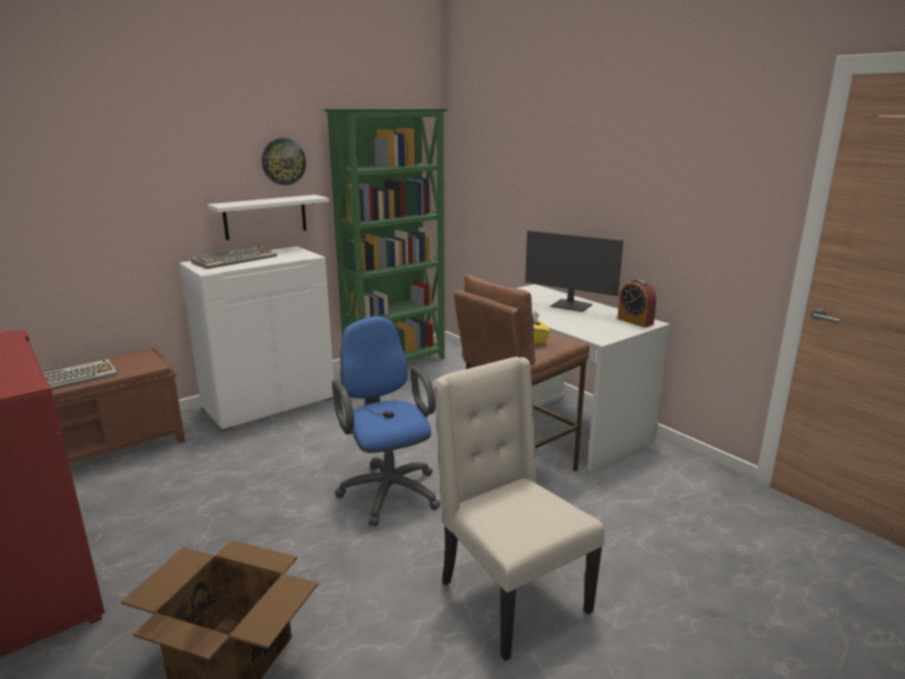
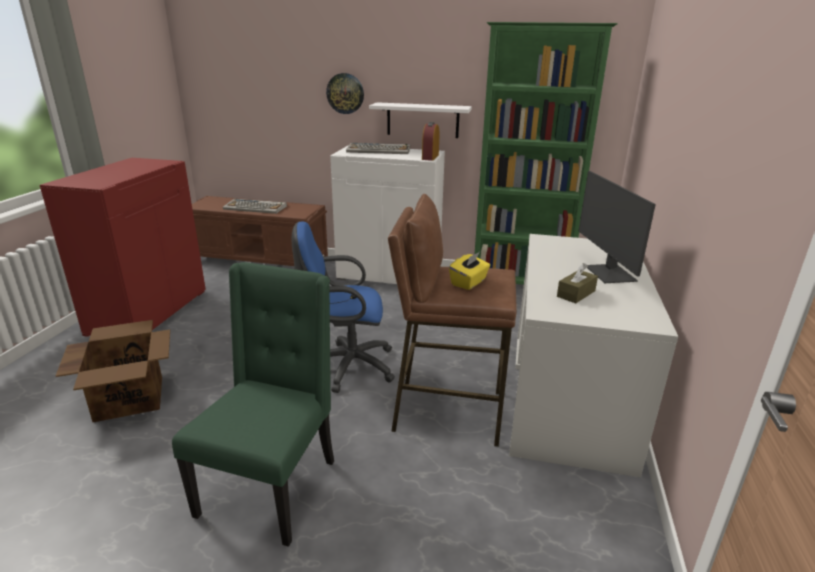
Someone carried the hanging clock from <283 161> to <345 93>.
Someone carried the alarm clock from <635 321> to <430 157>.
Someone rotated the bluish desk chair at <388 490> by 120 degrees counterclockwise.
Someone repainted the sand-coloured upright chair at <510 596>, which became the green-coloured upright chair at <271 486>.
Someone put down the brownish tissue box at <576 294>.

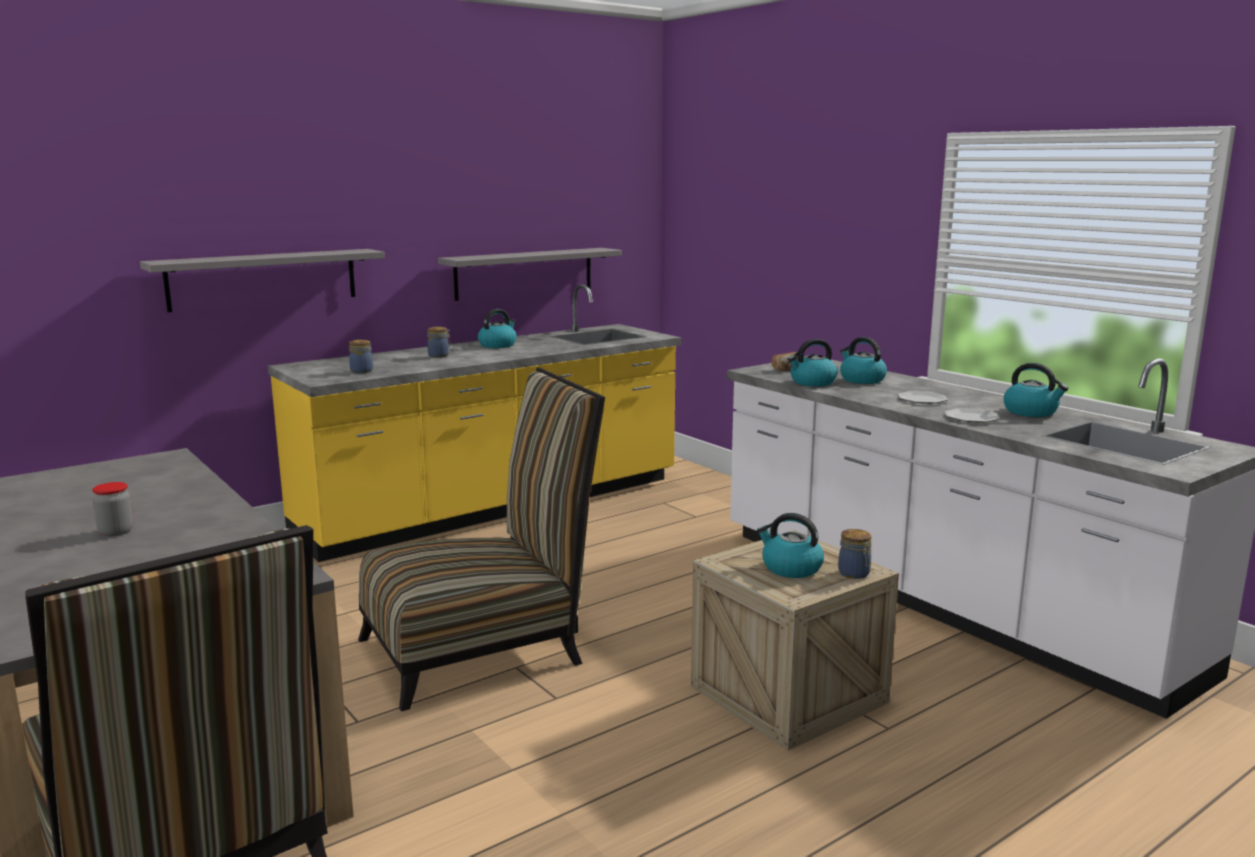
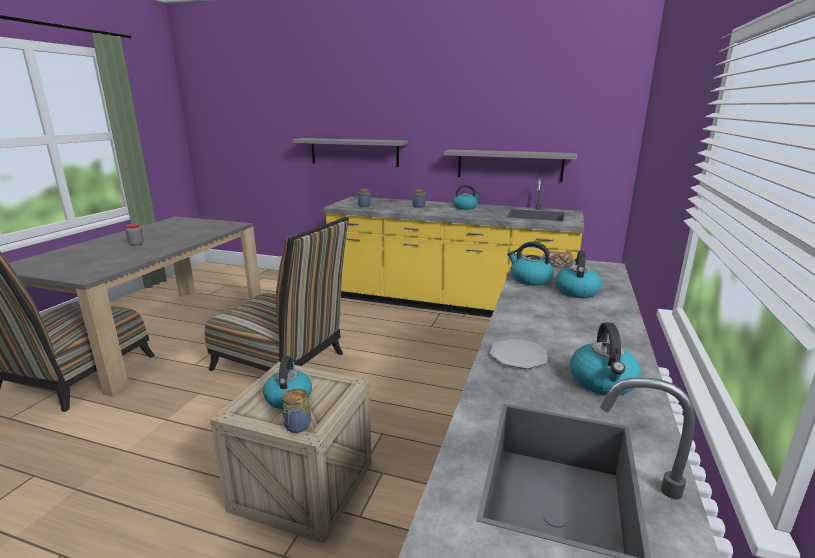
Someone took away the dinner plate at <922 400>.

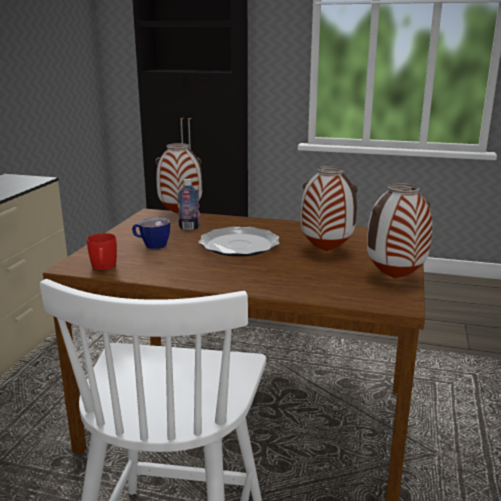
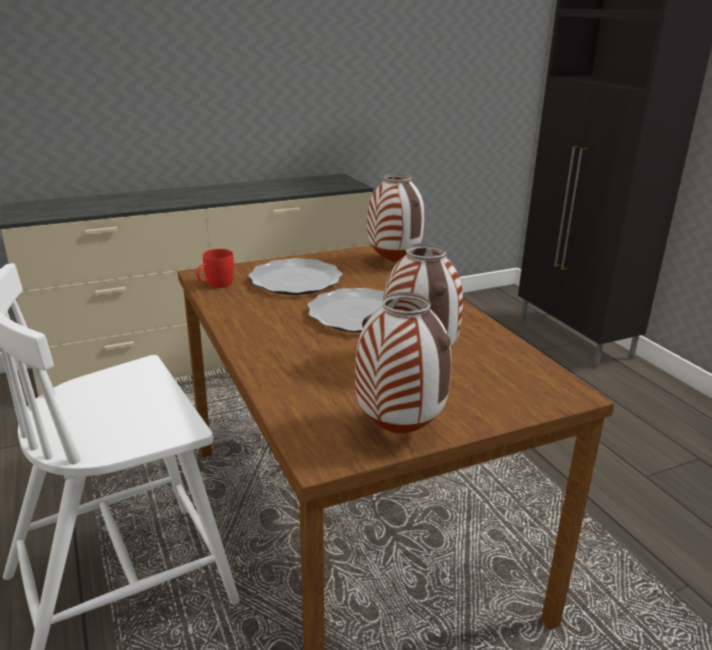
Someone took away the bottle at <189 228>.
Someone swapped the cup at <151 244> for the dinner plate at <295 280>.

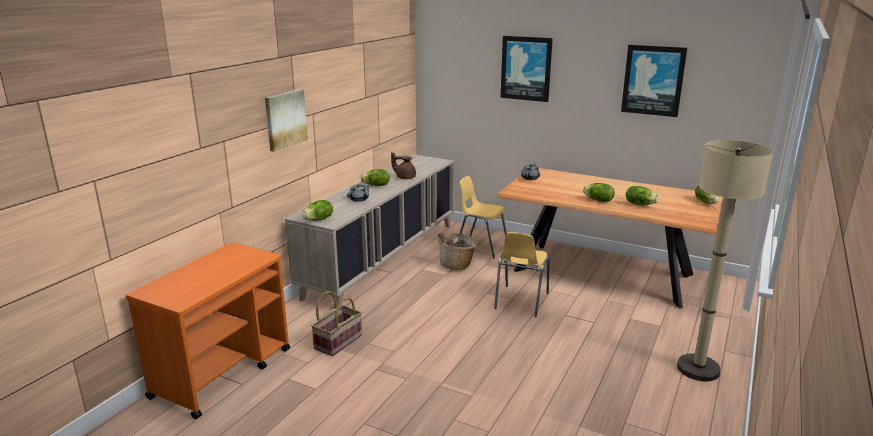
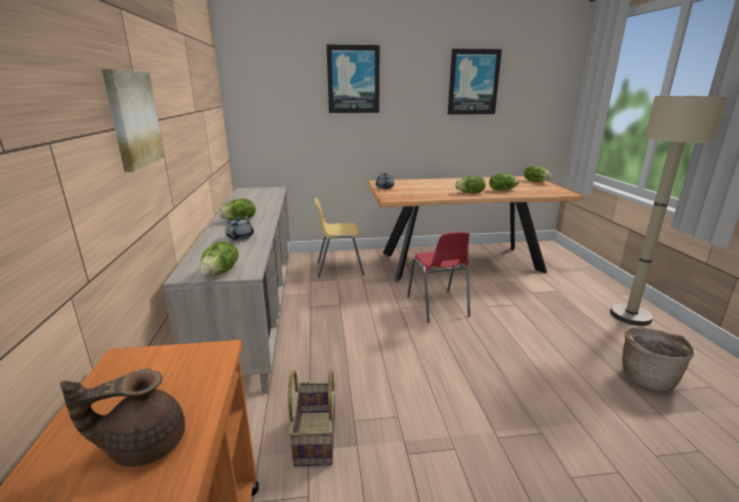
Someone carried the brownish pot for tea from <405 177> to <144 444>.
Someone repainted the yellow upright chair at <520 301>, which became the red-coloured upright chair at <438 306>.
Someone carried the storage basket from <457 265> to <647 377>.

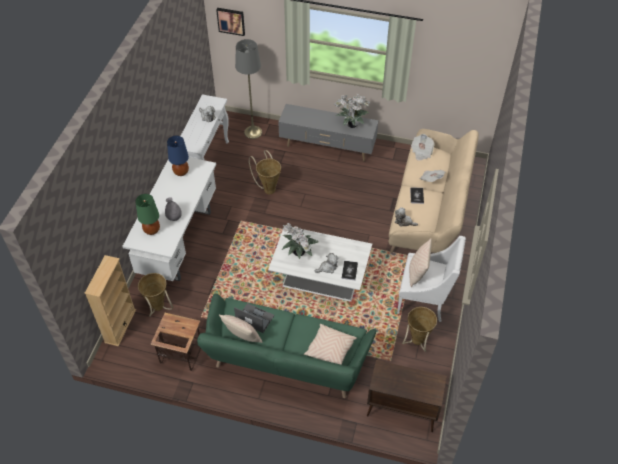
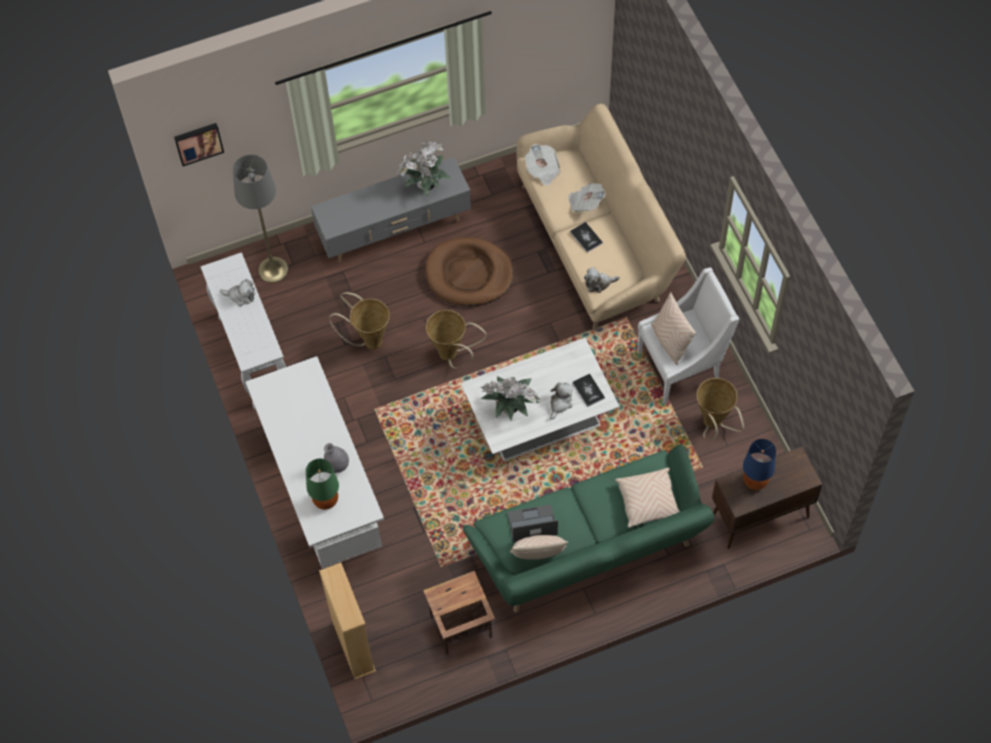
Someone carried the bluish lamp for a table from <181 172> to <755 481>.
Someone carried the storage basket from <158 308> to <452 355>.
Someone put down the brownish dog cushion at <469 274>.

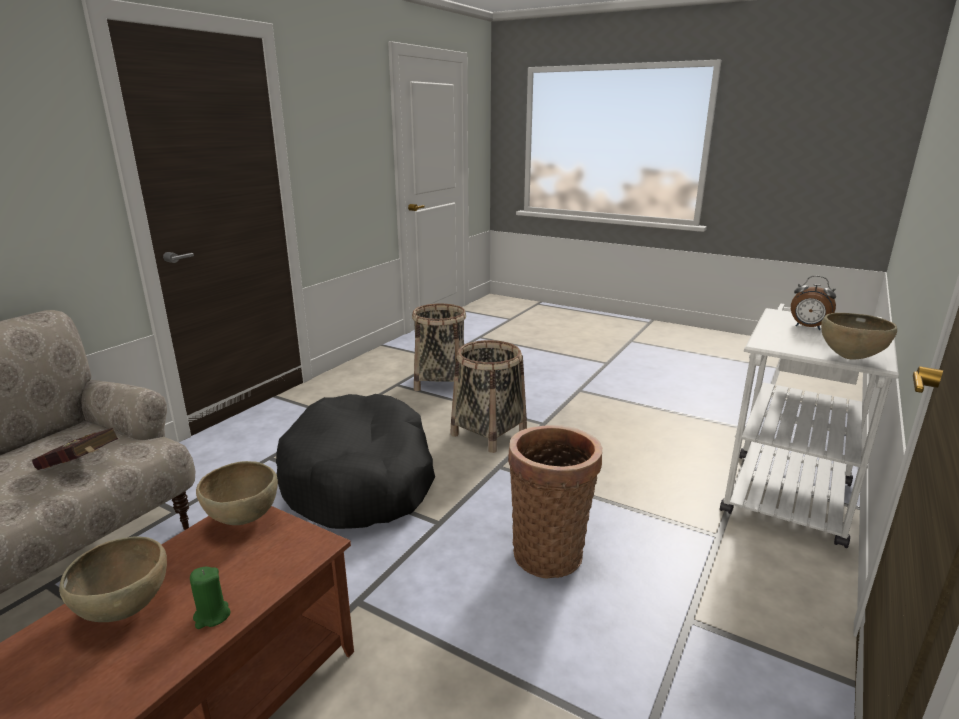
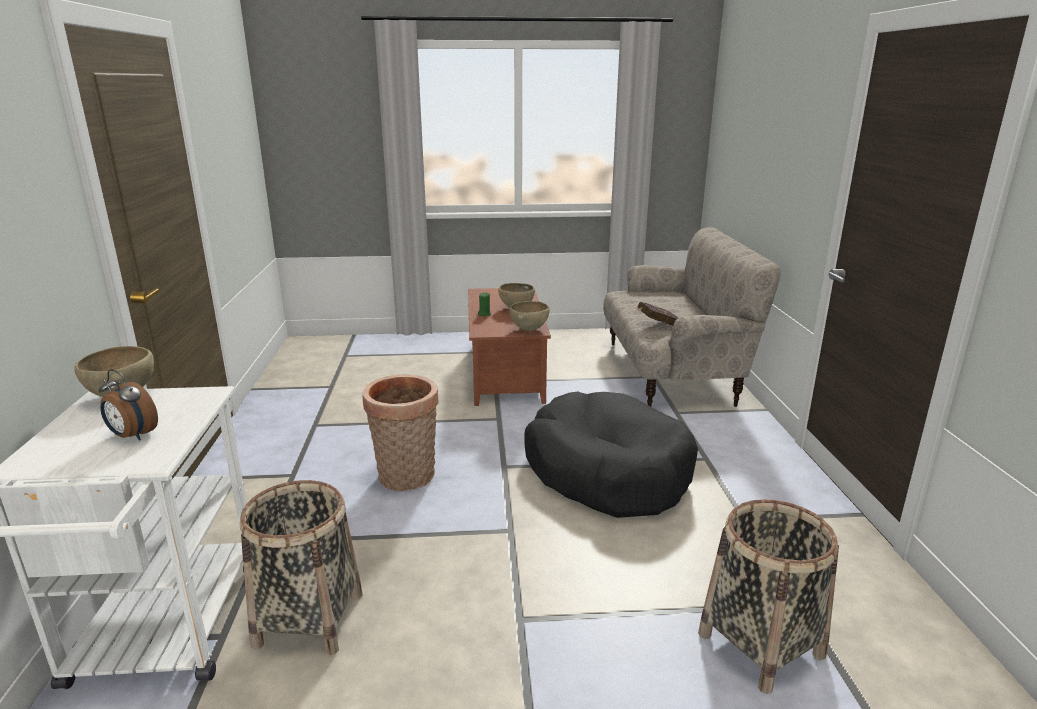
Someone rotated the alarm clock at <807 327> by 150 degrees counterclockwise.
Someone carried the storage basket from <489 433> to <308 619>.

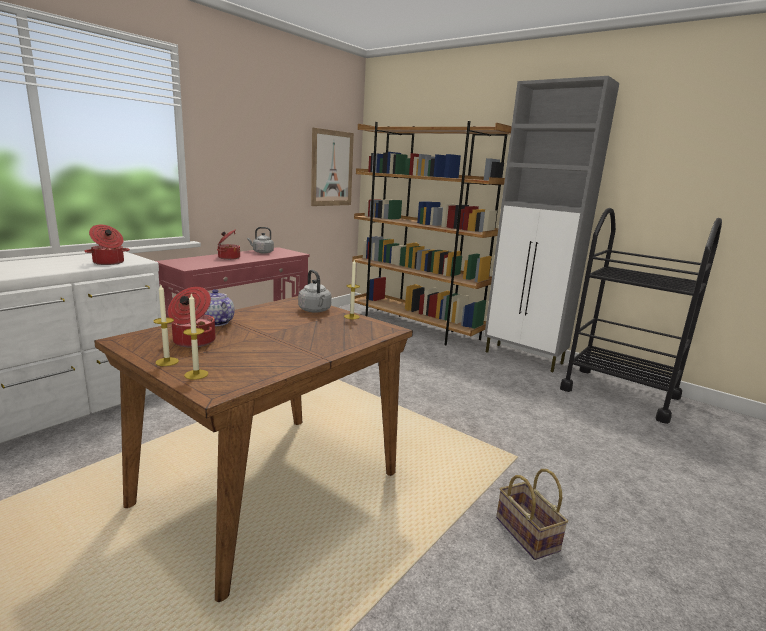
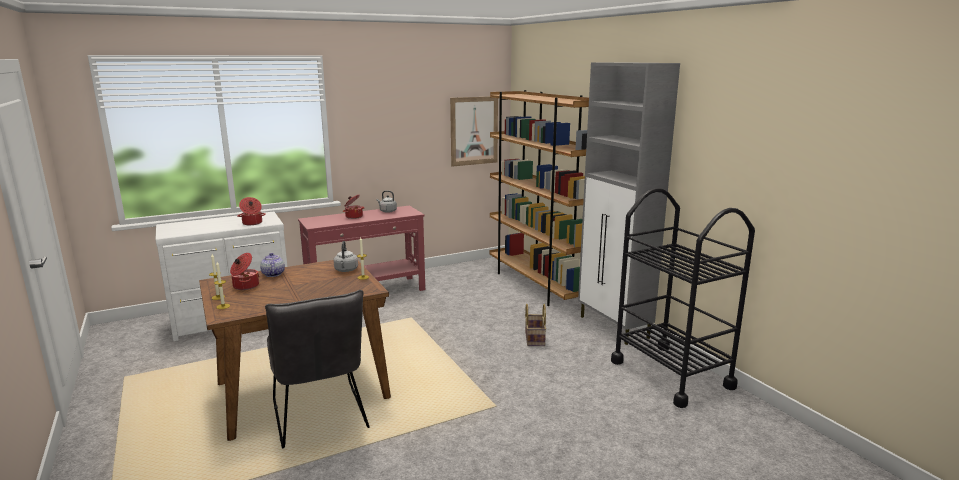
Someone carried the storage basket from <524 533> to <534 338>.
Someone put down the grey upright chair at <320 418>.

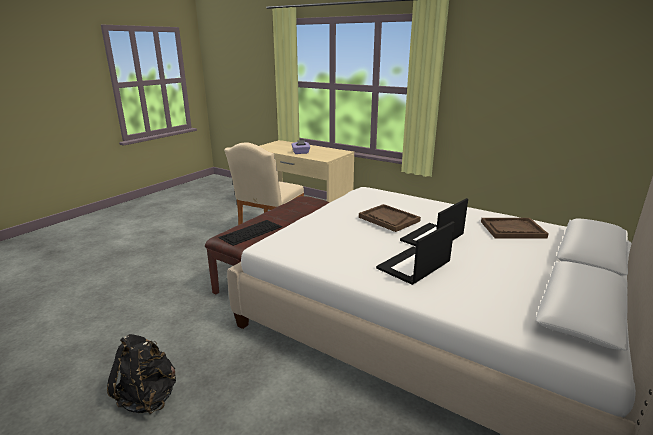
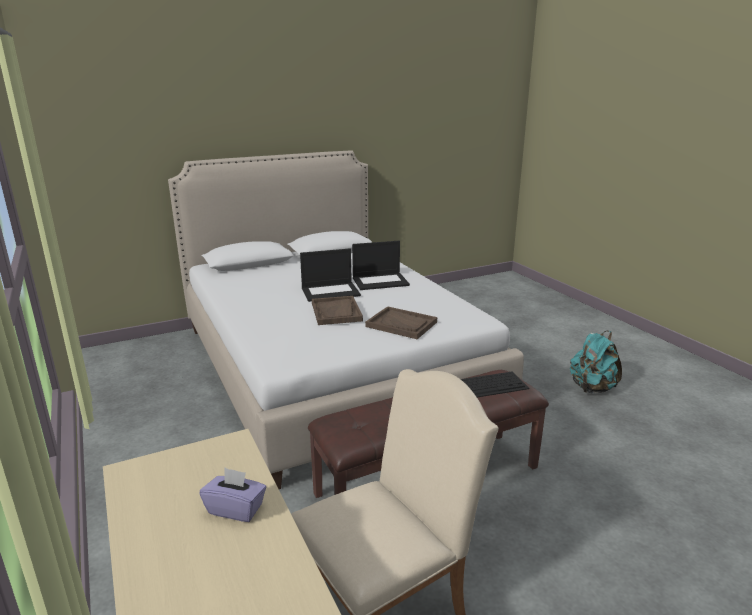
Someone carried the brownish carrying tray from <512 230> to <401 324>.
Someone repainted the black-coloured rucksack at <148 397>, which became the turquoise-coloured rucksack at <592 388>.

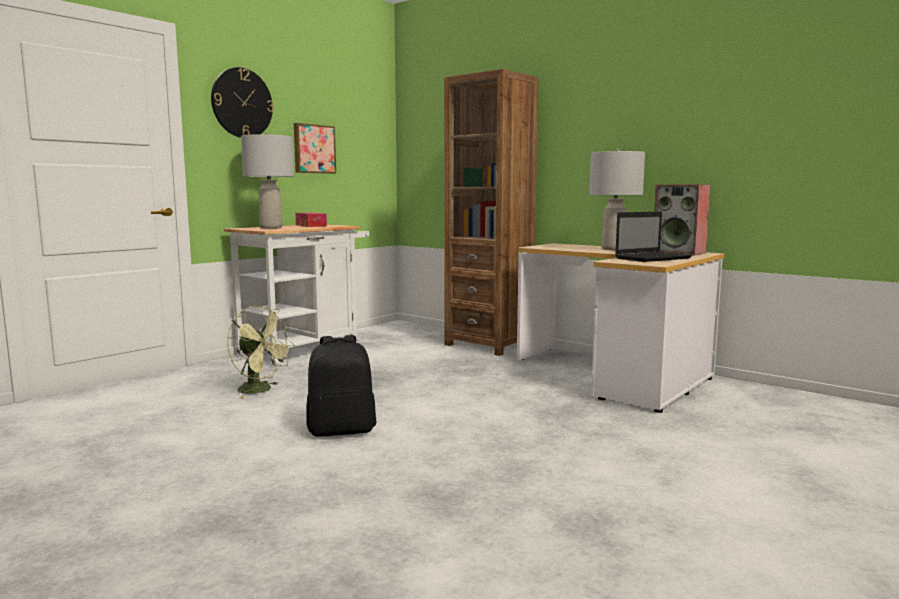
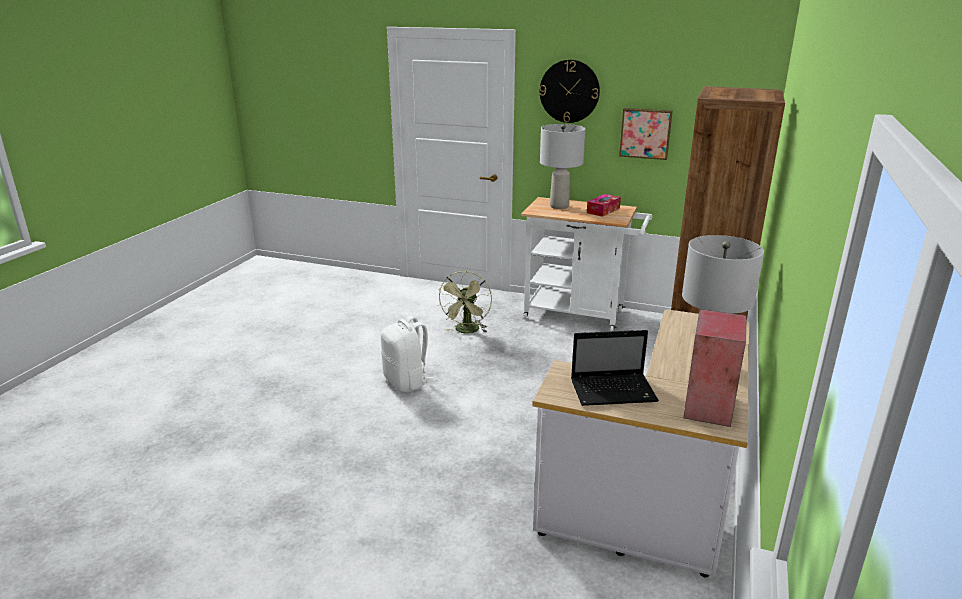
Someone rotated the notebook computer at <653 258> by 45 degrees counterclockwise.
Someone repainted the black-coloured rucksack at <342 430>, which became the white rucksack at <407 382>.

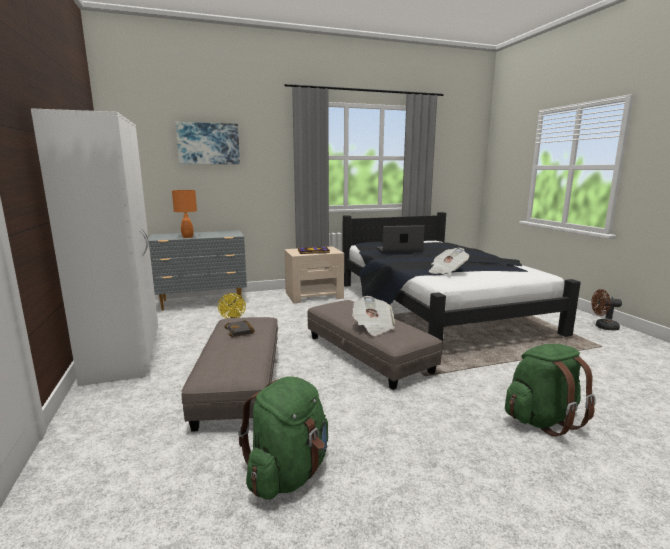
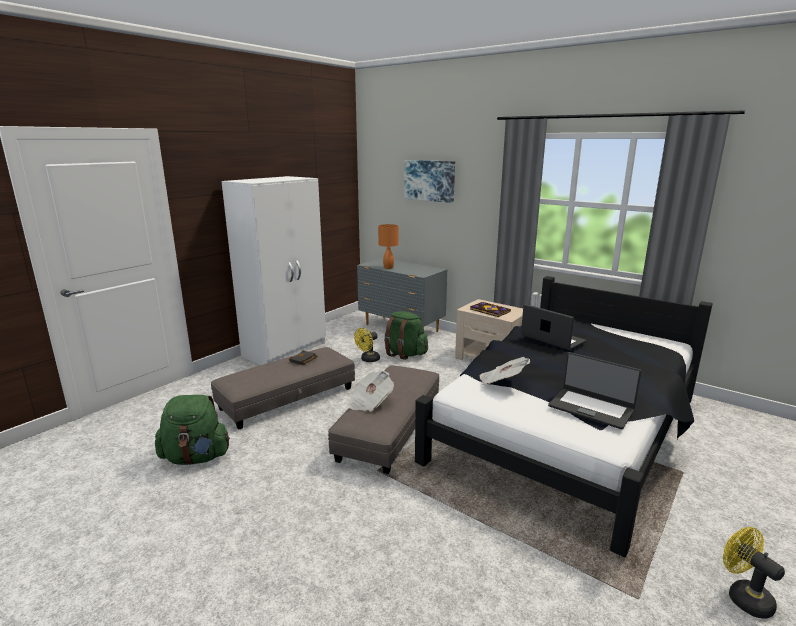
Someone repainted the brownish fan at <603 327>, which became the yellow fan at <743 596>.
Someone carried the green-coloured rucksack from <542 419> to <404 354>.
Someone put down the notebook computer at <591 408>.

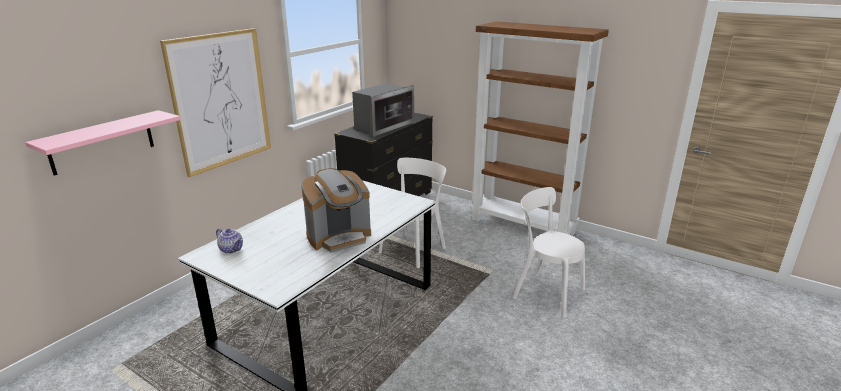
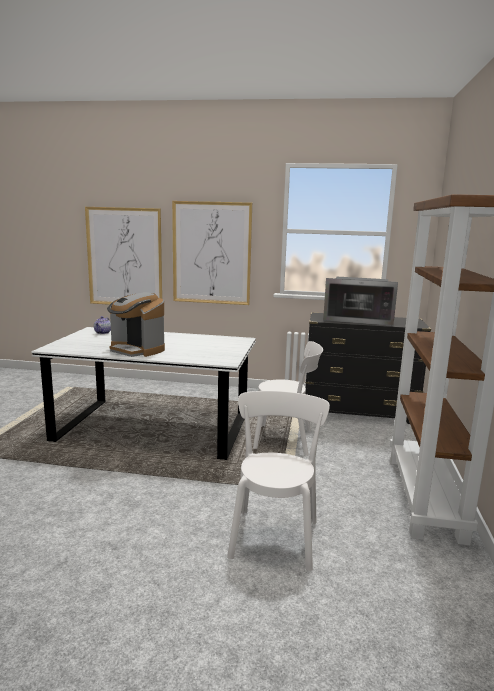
Someone swapped the pinkish bracket shelf at <102 142> for the wall art at <124 257>.

